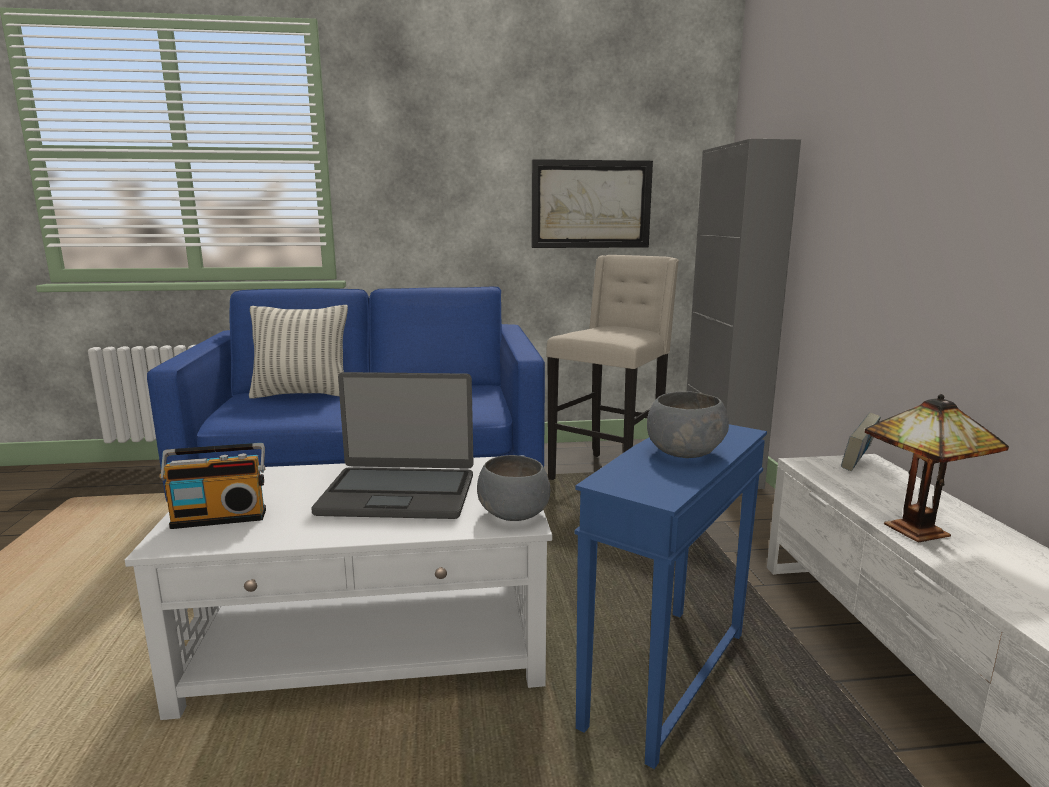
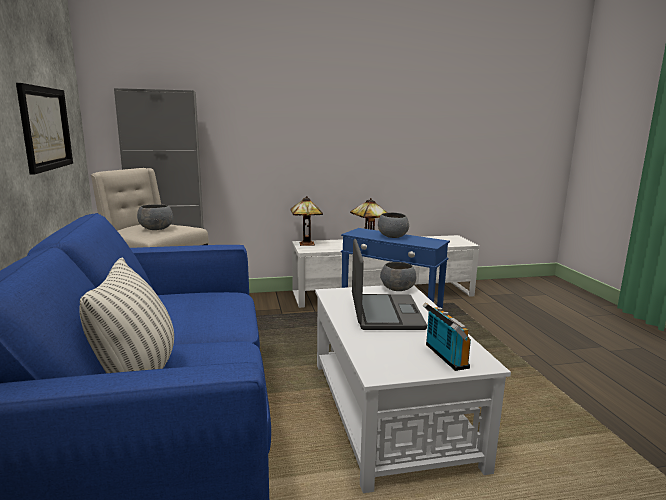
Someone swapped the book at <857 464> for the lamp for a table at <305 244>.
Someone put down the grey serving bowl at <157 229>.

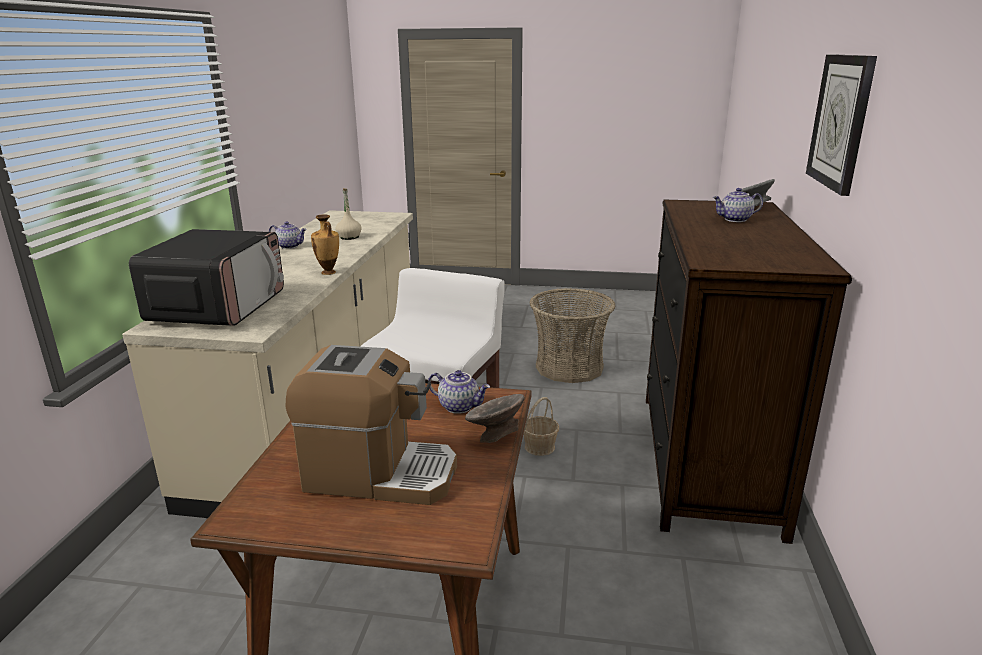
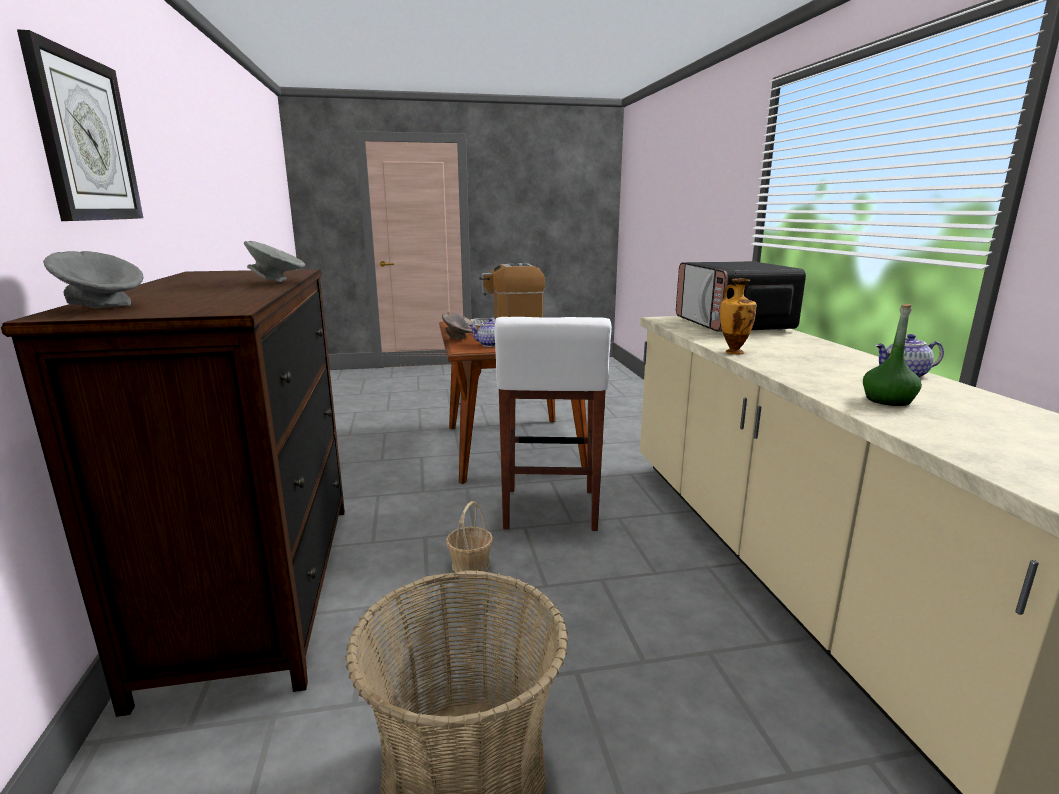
Someone repainted the sand-coloured bottle at <349 237>, which became the green-coloured bottle at <888 400>.
Someone took away the pot for tea at <735 219>.
Someone put down the grey serving bowl at <278 282>.

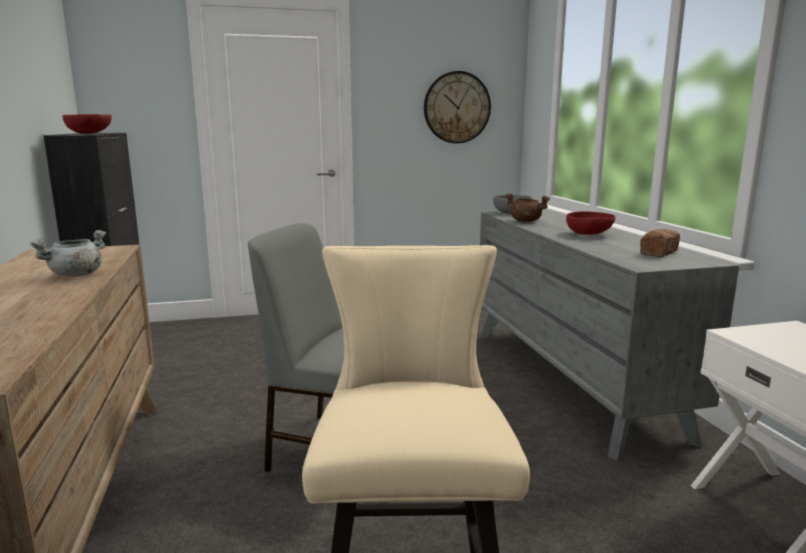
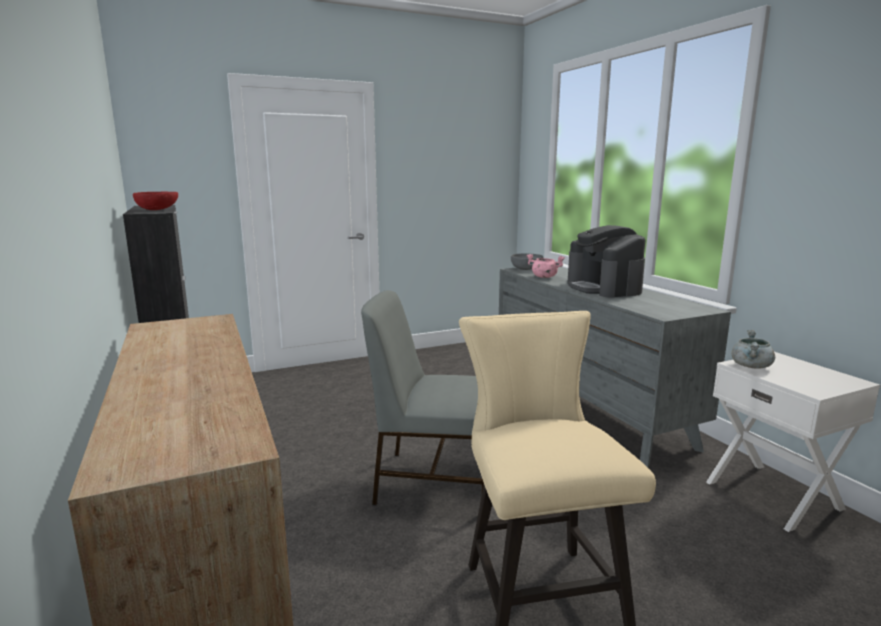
Someone took away the hanging clock at <457 107>.
Someone repainted the brownish cooking pot at <525 221>, which became the pinkish cooking pot at <544 277>.
Someone swapped the red-coloured serving bowl at <589 234> for the coffee brewer at <603 288>.
Someone took away the baked bread at <658 253>.
Someone carried the grey cooking pot from <76 275> to <751 366>.

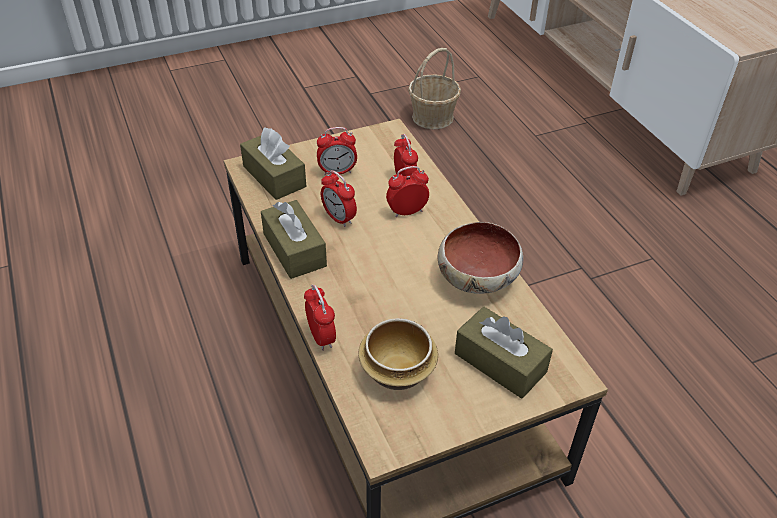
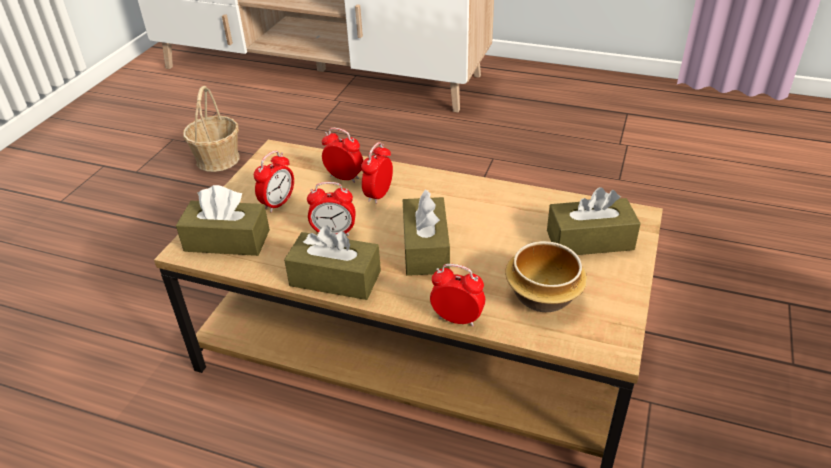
Someone took away the serving bowl at <477 276>.
Someone put down the brownish tissue box at <425 248>.

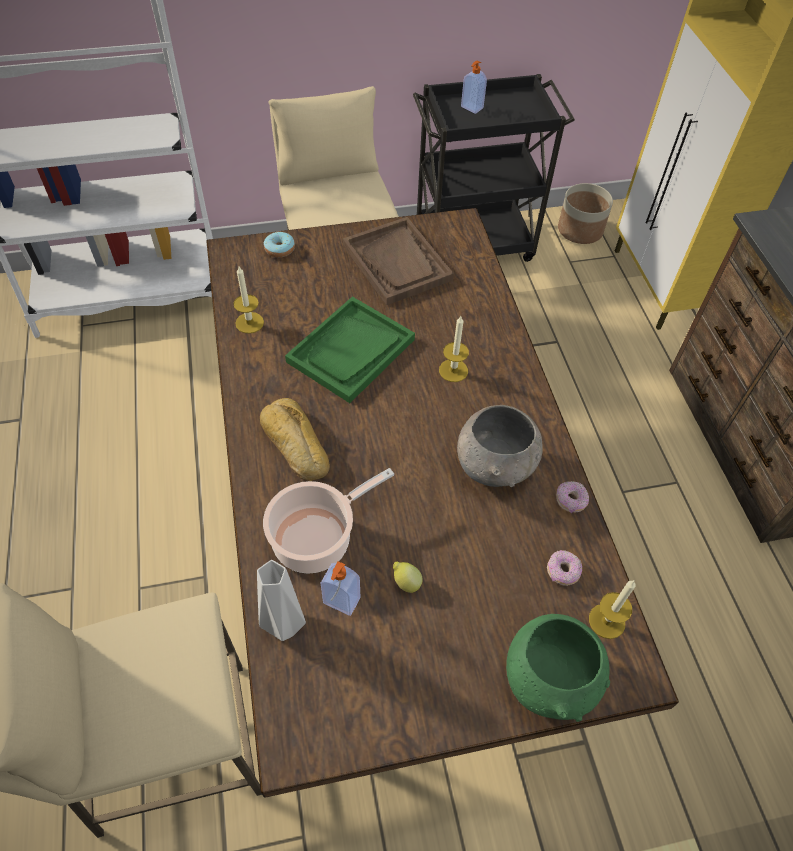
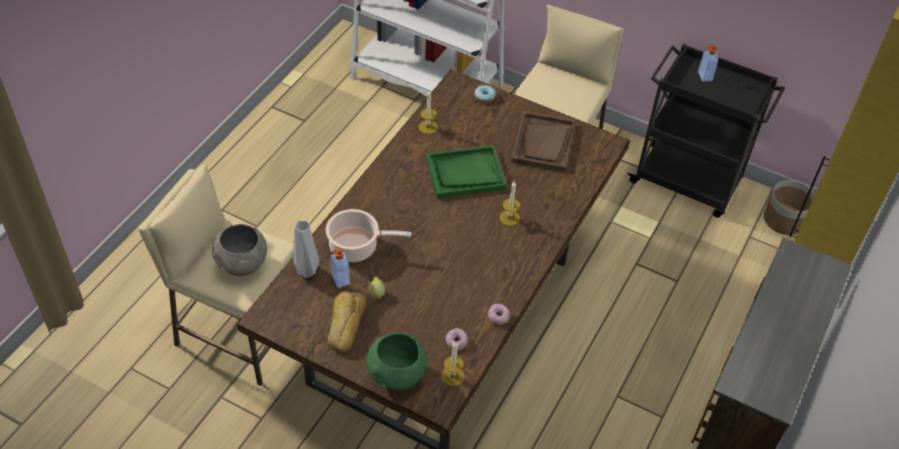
Someone carried the baked bread from <294 445> to <345 324>.
Someone carried the grey serving bowl from <495 467> to <242 265>.

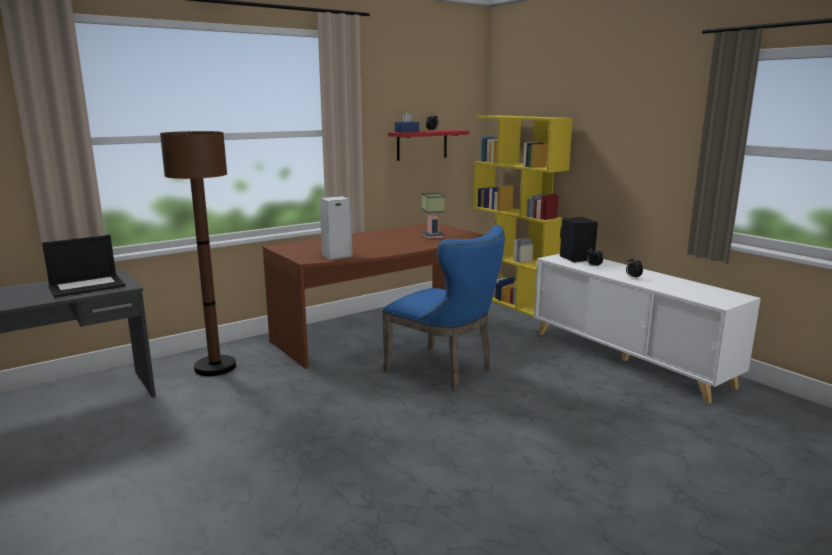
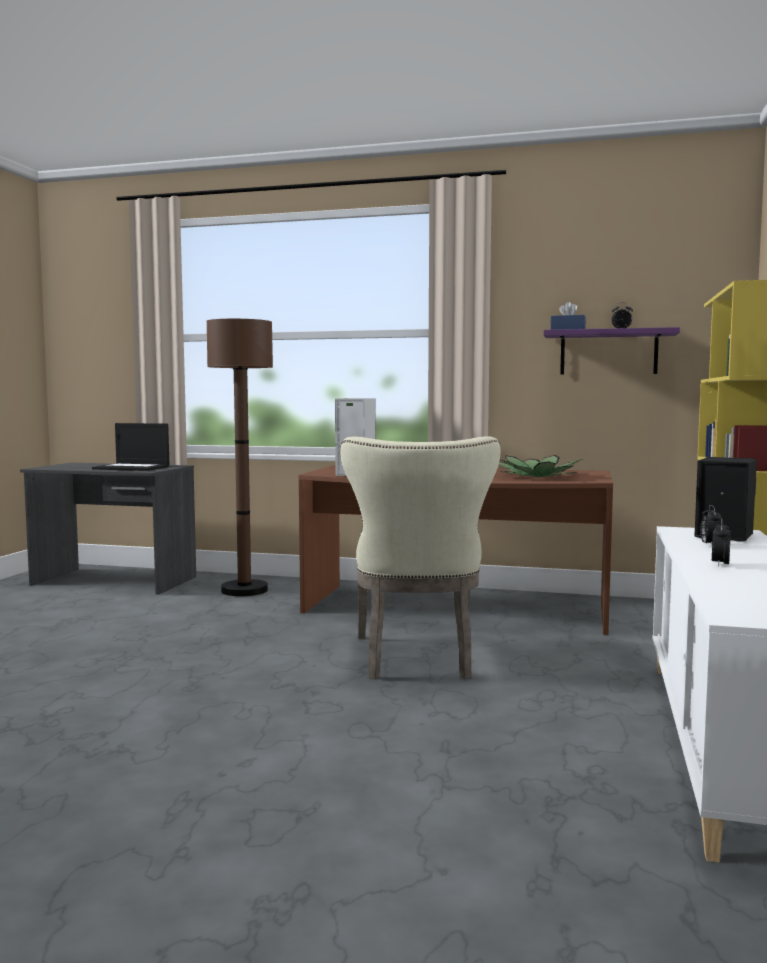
Someone repainted the red-coloured bracket shelf at <422 145>, which became the purple-coloured bracket shelf at <608 352>.
Someone swapped the lamp for a table at <434 236> for the plant in a pot at <537 477>.
Someone repainted the bluish upright chair at <445 370>, which became the sand-coloured upright chair at <417 660>.

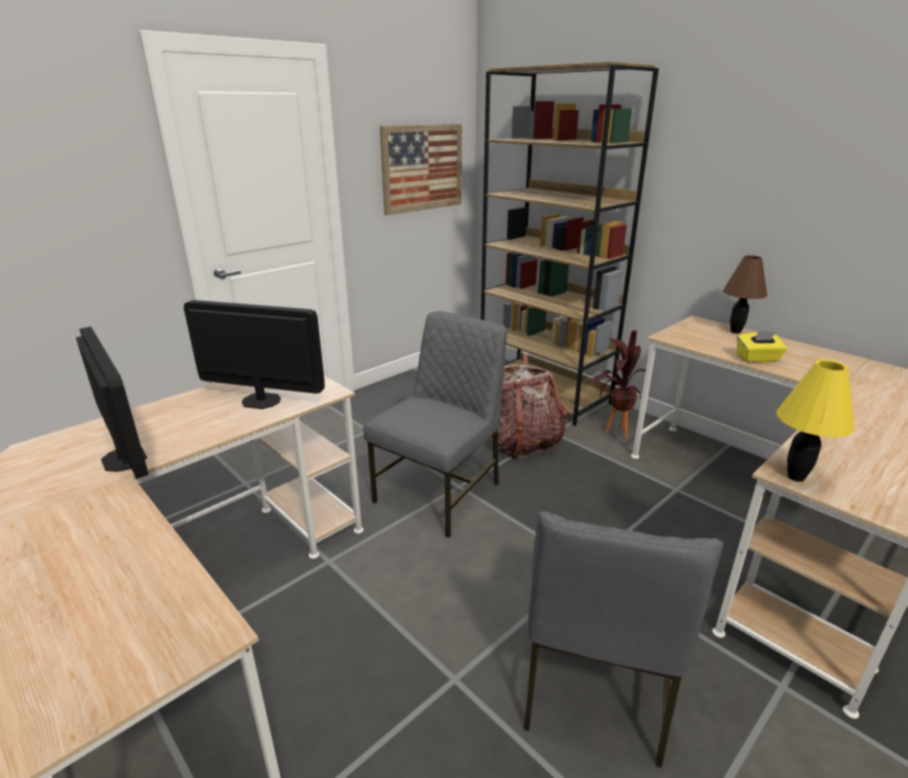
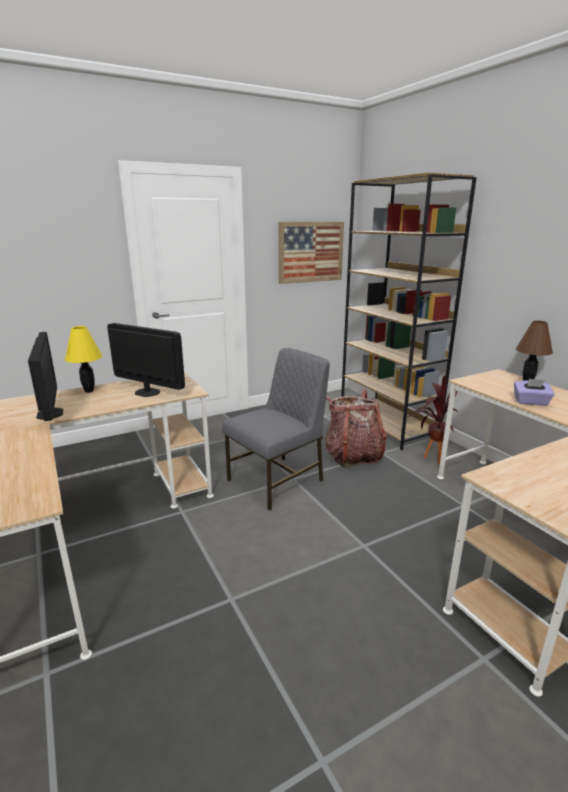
Someone repainted the yellow tissue box at <757 359>, which became the purple-coloured tissue box at <531 402>.
Someone carried the yellow lamp for a table from <795 477> to <89 391>.
Someone took away the grey upright chair at <595 681>.

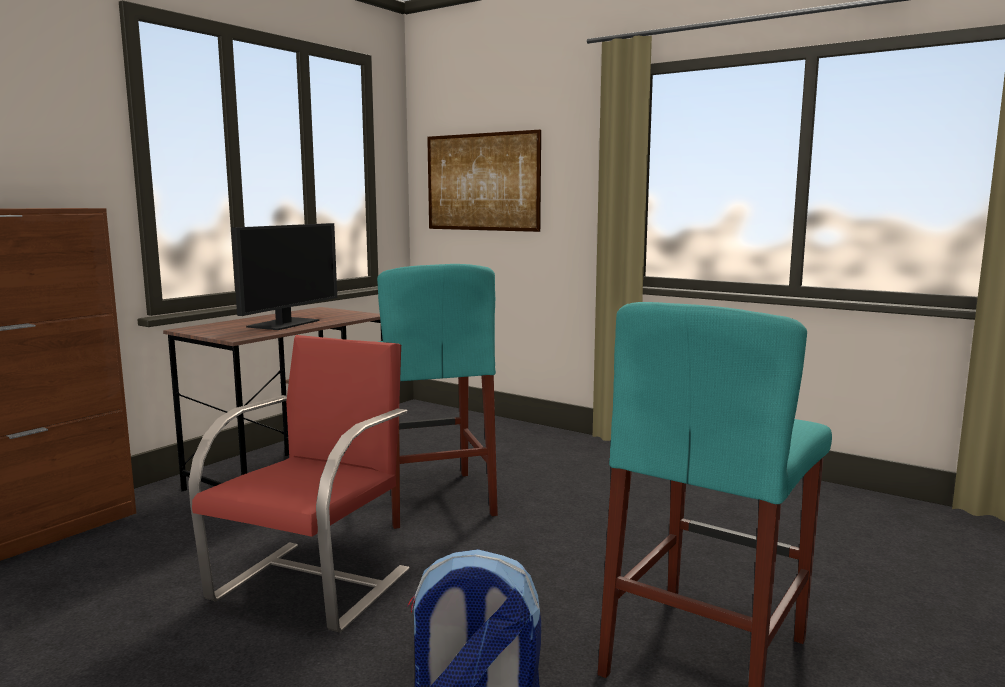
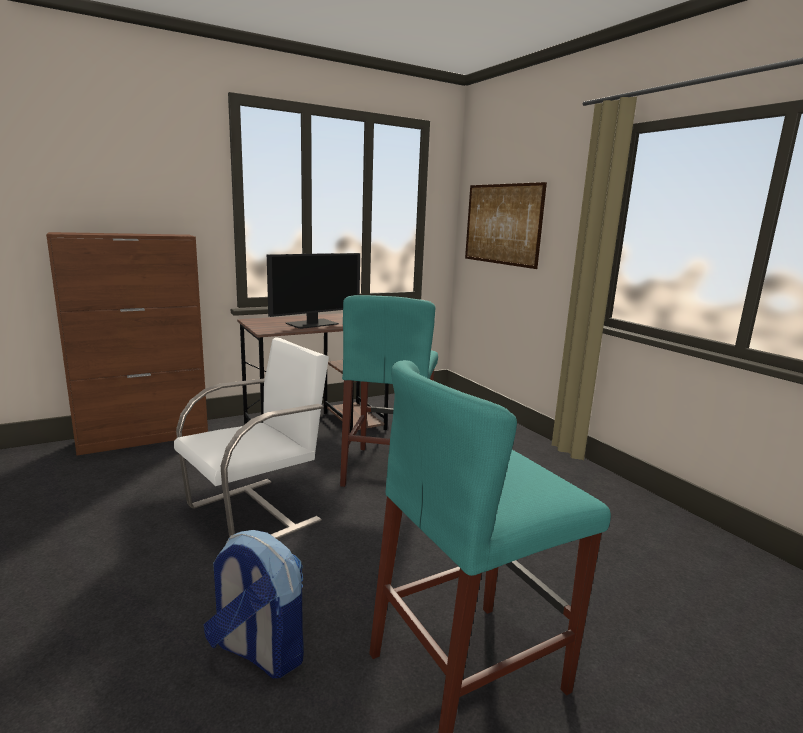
Someone repainted the red-coloured upright chair at <314 583>, which became the white upright chair at <256 513>.

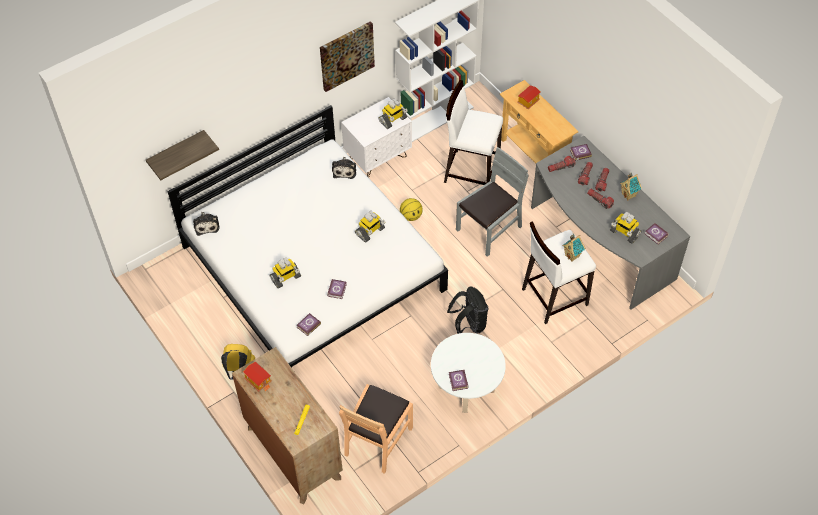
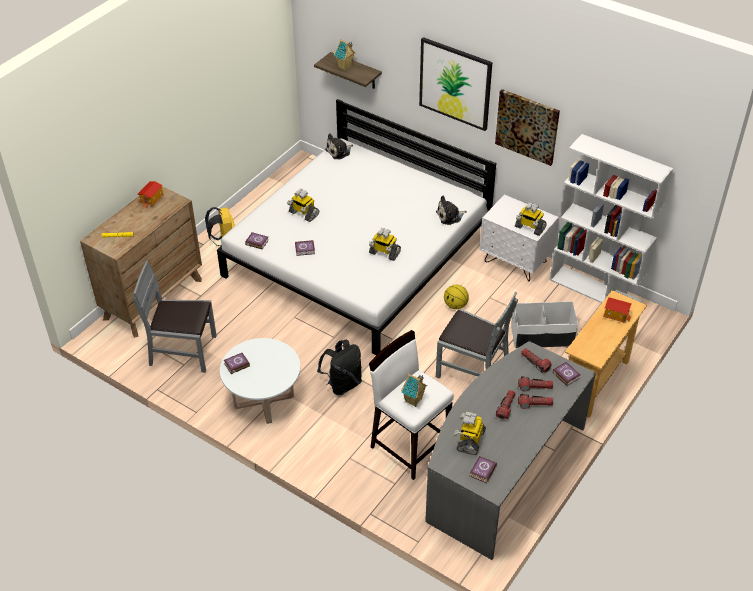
Someone swapped the white stool at <471 171> for the white storage box at <542 336>.
Someone carried the model house from <629 195> to <345 67>.
Someone repainted the brownish upright chair at <377 440>, which became the grey upright chair at <183 351>.
Someone put up the wall art at <455 83>.

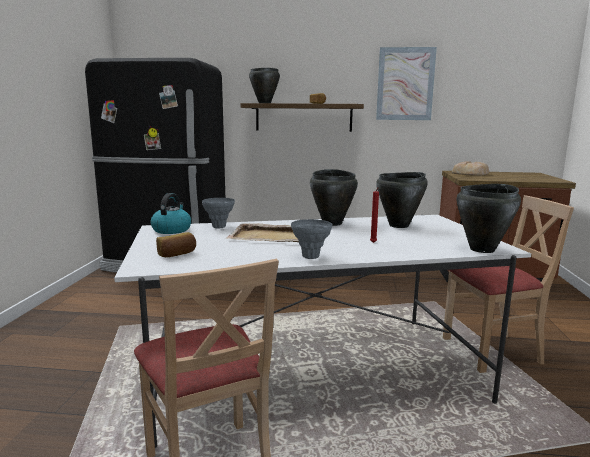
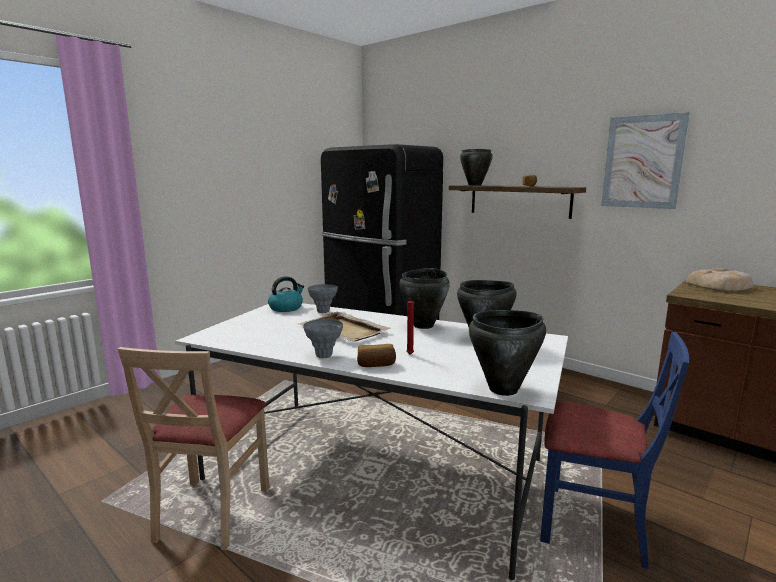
Someone repainted the sand-coloured upright chair at <492 351>, which became the bluish upright chair at <593 526>.
Someone carried the baked bread from <177 254> to <376 365>.

